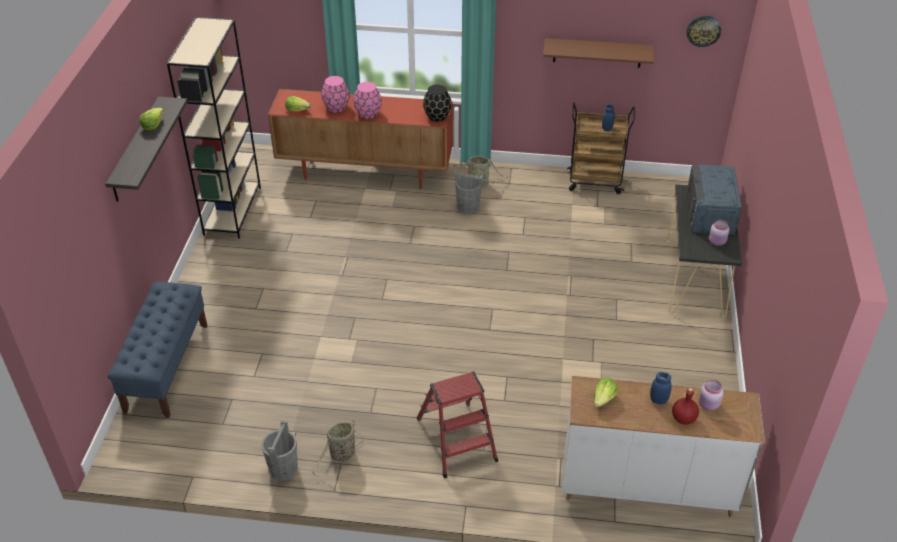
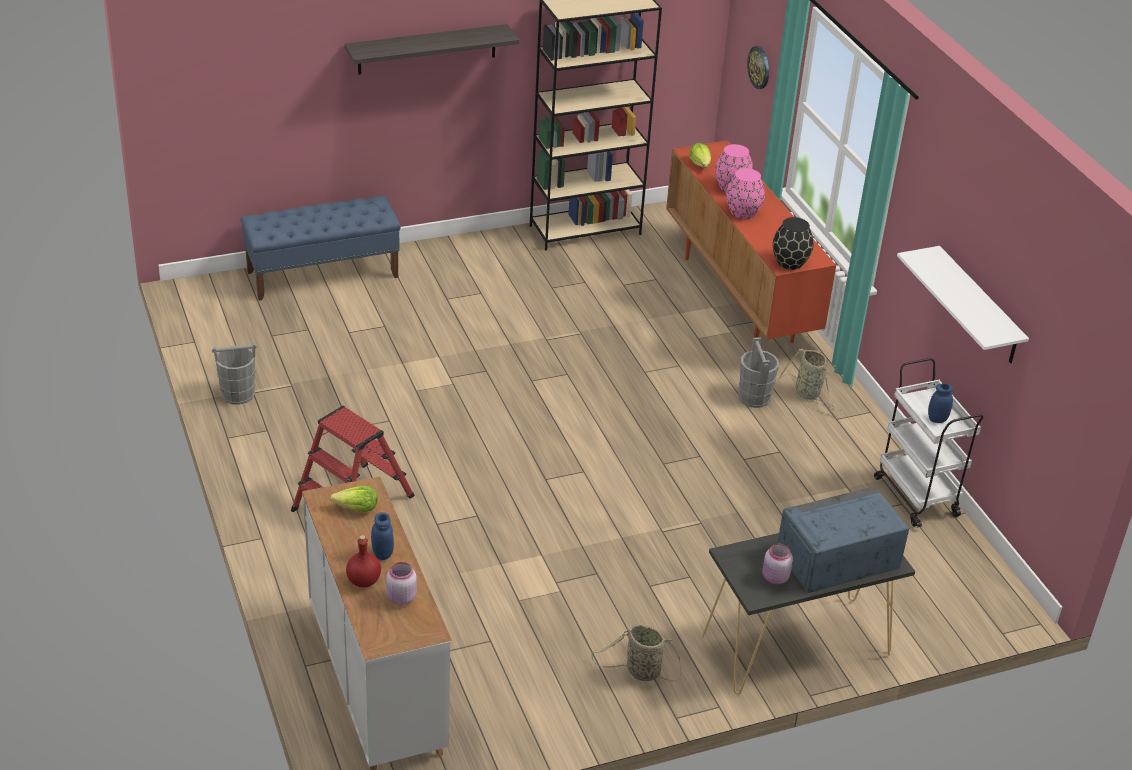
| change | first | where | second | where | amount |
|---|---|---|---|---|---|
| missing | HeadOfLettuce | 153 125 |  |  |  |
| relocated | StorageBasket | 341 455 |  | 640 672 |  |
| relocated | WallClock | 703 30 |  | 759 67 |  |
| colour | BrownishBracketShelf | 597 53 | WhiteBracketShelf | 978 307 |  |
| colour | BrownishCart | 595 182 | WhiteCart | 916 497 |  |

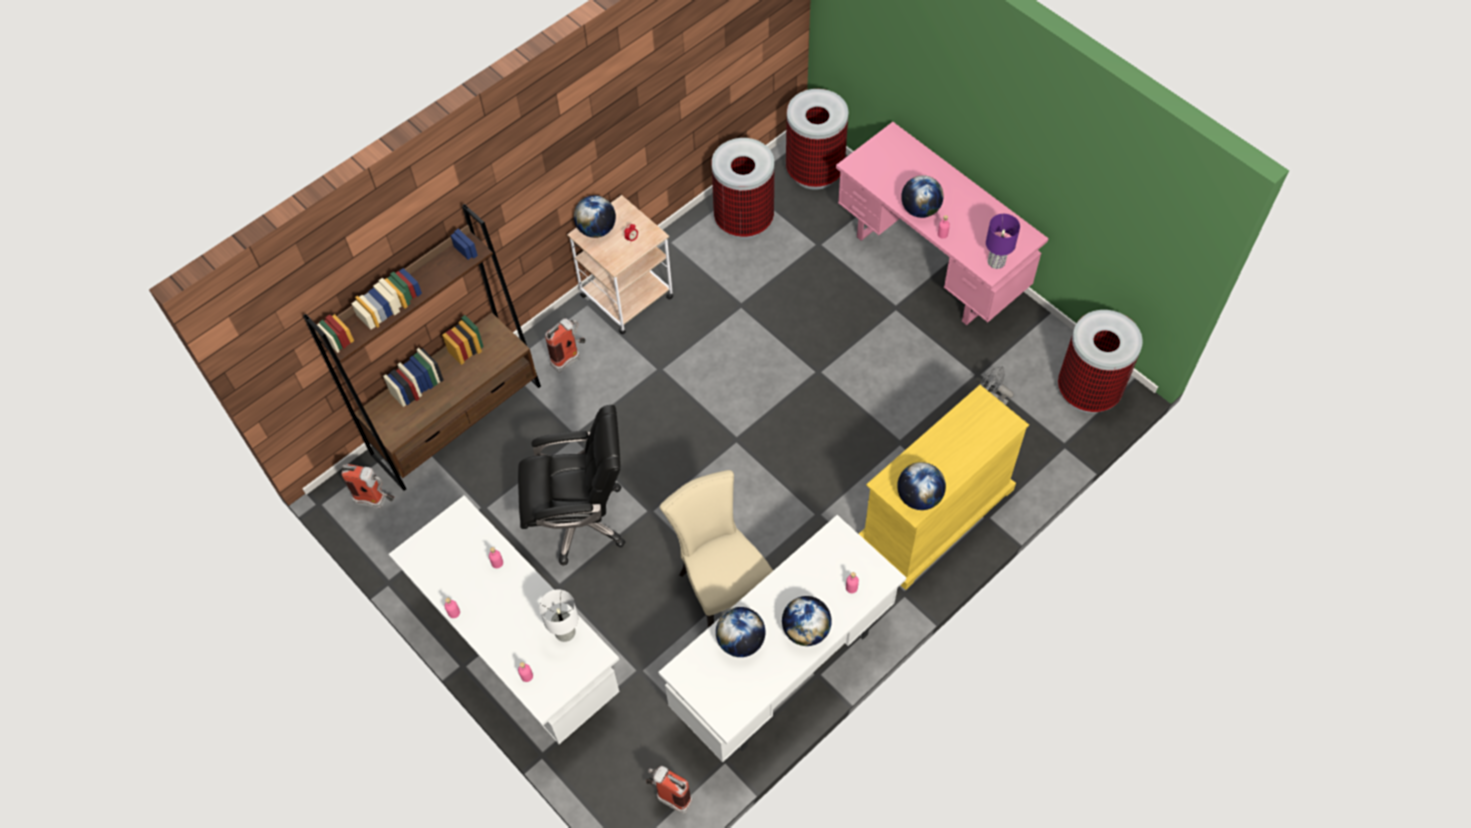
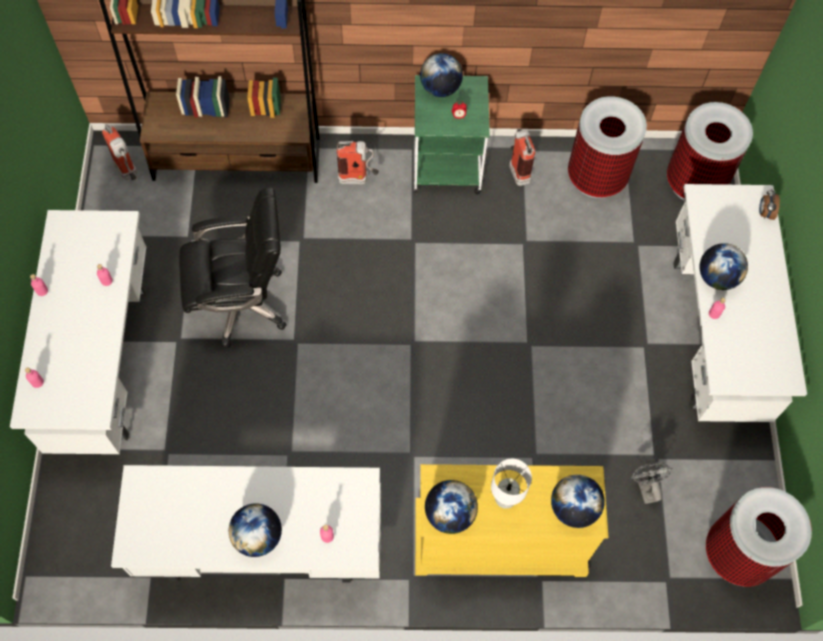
| change | first | where | second | where | amount |
|---|---|---|---|---|---|
| missing | BeigePlainChair | 720 584 |  |  |  |
| missing | PurpleLampForATable | 996 262 |  |  |  |
| appeared |  |  | TableClock | 764 213 |  |
| relocated | WhiteLampForATable | 565 632 |  | 505 498 |  |
| relocated | FireFightingCylinder | 668 796 |  | 517 170 |  |
| relocated | WorldGlobe | 741 641 |  | 573 508 |  |
| colour | BeigeCart | 627 295 | GreenCart | 448 165 |  |
| colour | PinkishDeskUnit | 931 264 | WhiteDeskUnit | 712 334 |  |
| spun | BlackishComputerChair | 579 520 |  | 241 304 | 45 degrees counterclockwise |

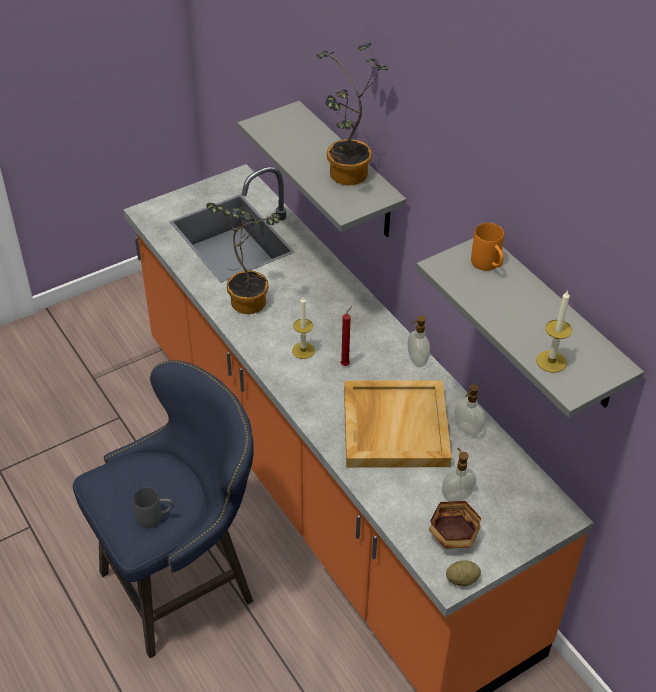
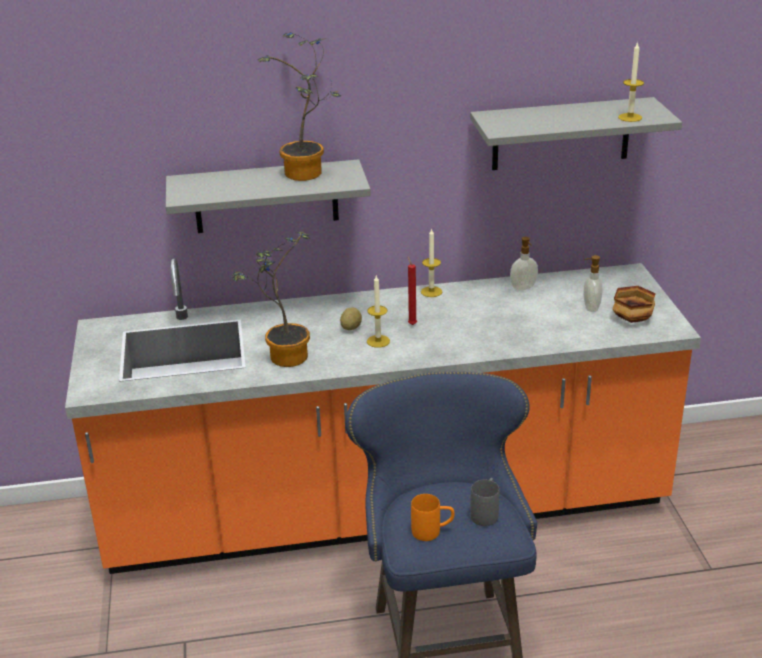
| change | first | where | second | where | amount |
|---|---|---|---|---|---|
| missing | BeigeCarryingTray | 394 426 |  |  |  |
| relocated | Spud | 462 579 |  | 351 328 |  |
| relocated | OrangeCoffeeMug | 488 266 |  | 432 531 |  |
| exchanged | SoapDispenser | 416 360 | Candle | 431 291 |  |

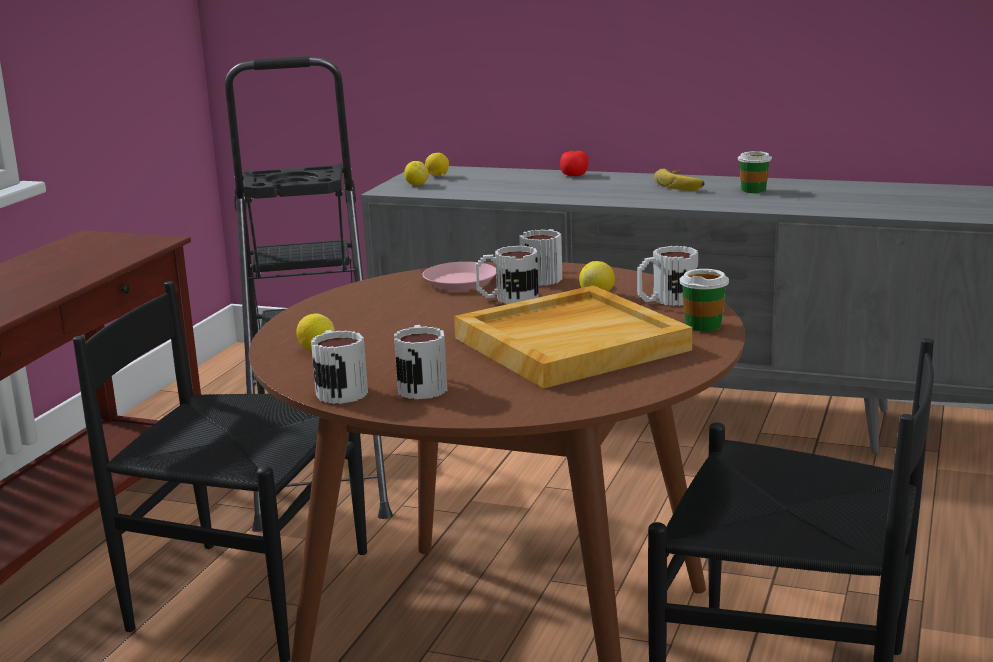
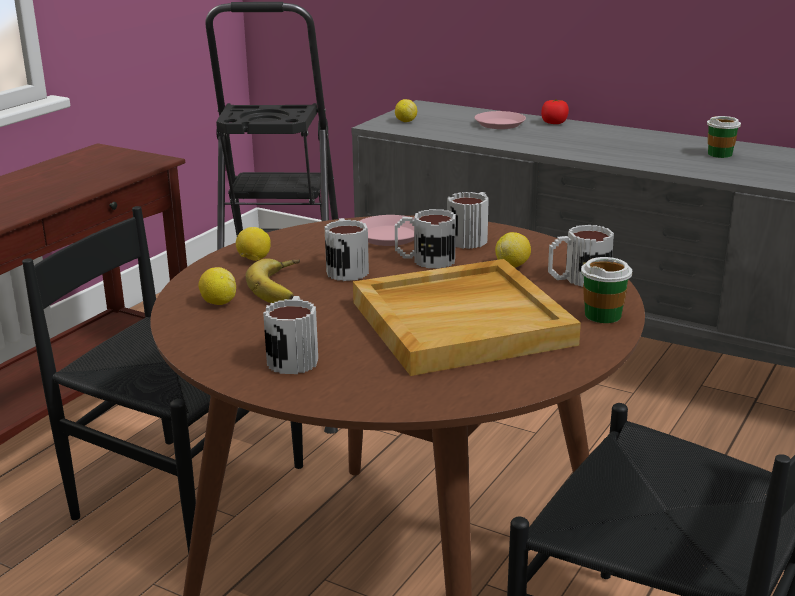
| change | first | where | second | where | amount |
|---|---|---|---|---|---|
| appeared |  |  | PinkishPlate | 500 124 |  |
| relocated | CoffeeMug | 338 389 |  | 346 268 |  |
| relocated | Lemon | 437 176 |  | 254 259 |  |
| relocated | BananaFruit | 683 184 |  | 283 287 |  |

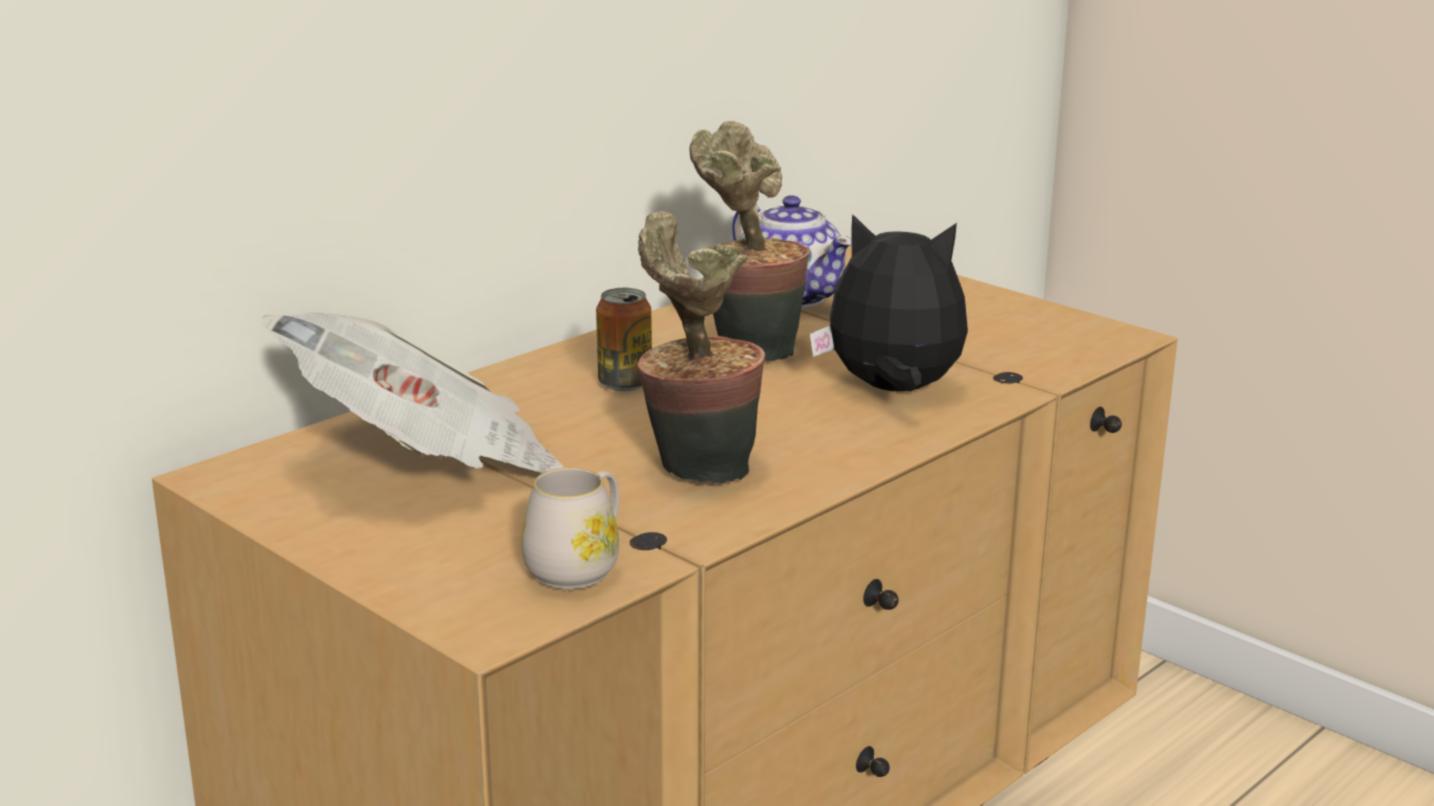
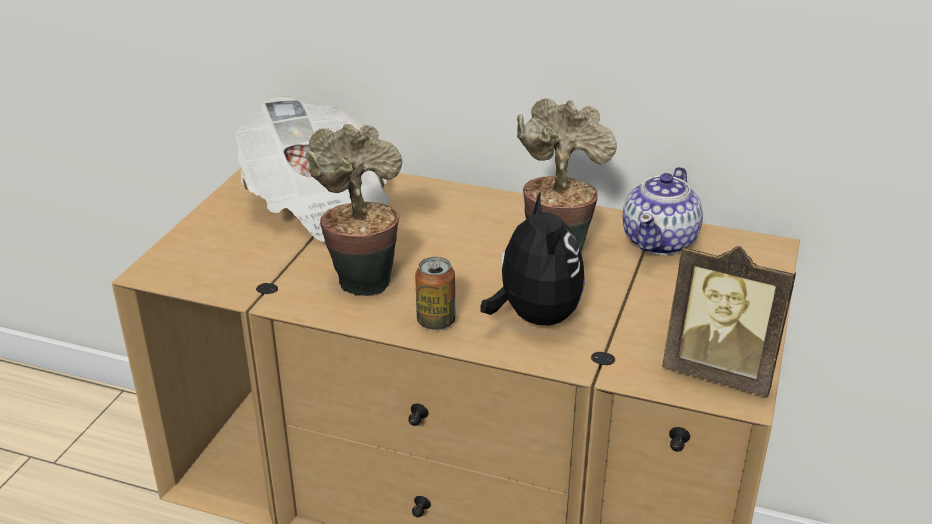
| change | first | where | second | where | amount |
|---|---|---|---|---|---|
| missing | WhiteCoffeeMug | 579 566 |  |  |  |
| appeared |  |  | PictureFrame | 719 372 |  |
| relocated | SealedCan | 625 384 |  | 436 321 |  |

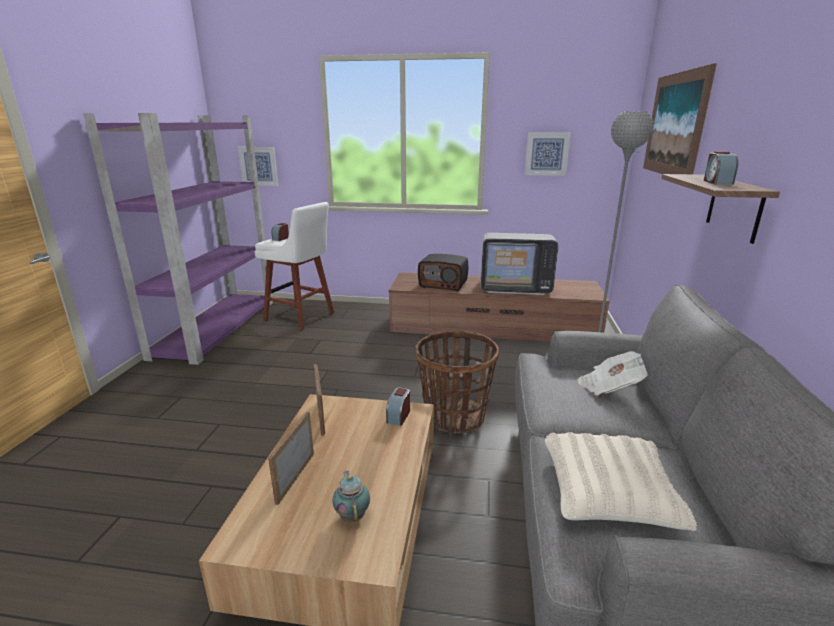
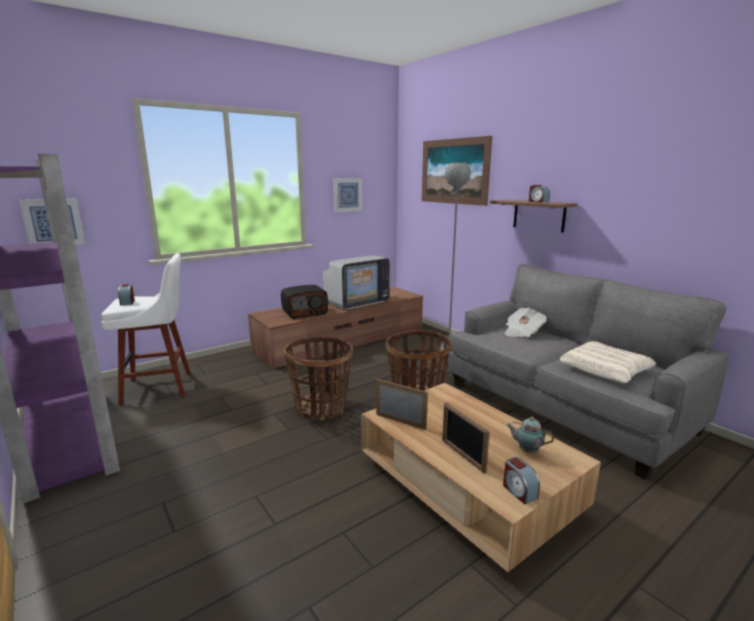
| change | first | where | second | where | amount |
|---|---|---|---|---|---|
| appeared |  |  | StorageBasket | 321 408 |  |
| relocated | TableClock | 398 416 |  | 519 491 |  |

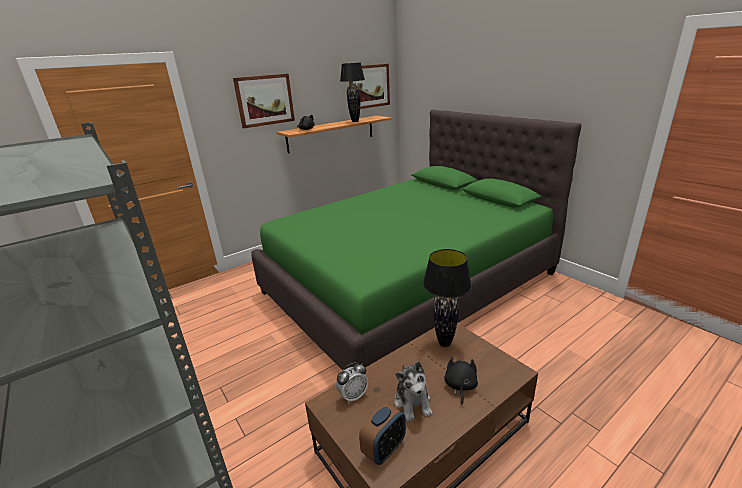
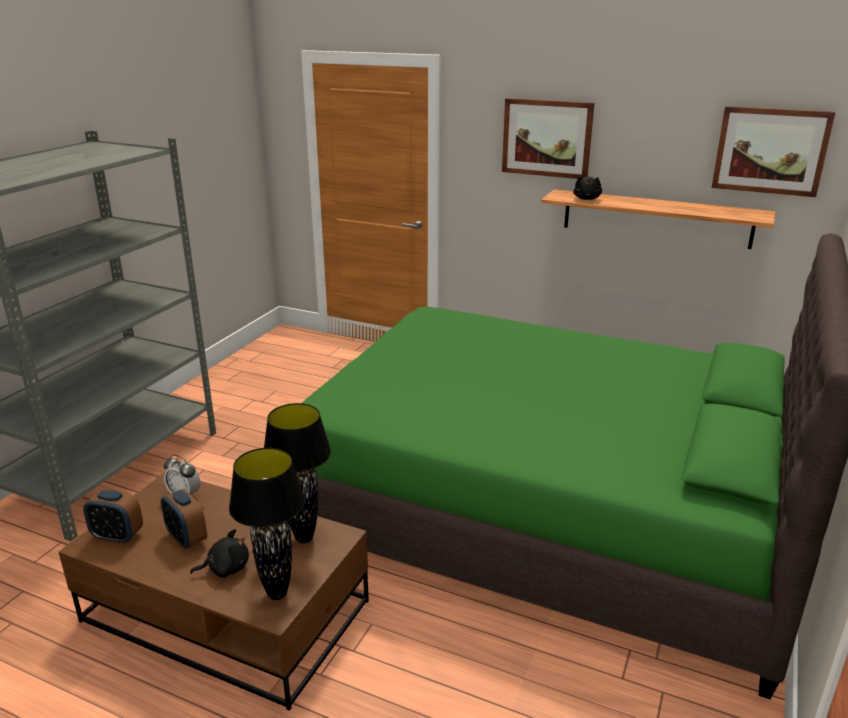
| change | first | where | second | where | amount |
|---|---|---|---|---|---|
| relocated | BlackishLampForATable | 355 121 |  | 277 593 |  |
| exchanged | SoftToy | 413 402 | TableClock | 187 538 |  |

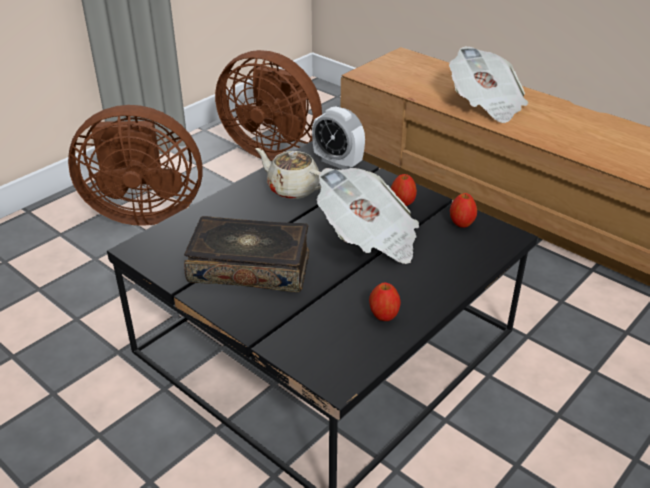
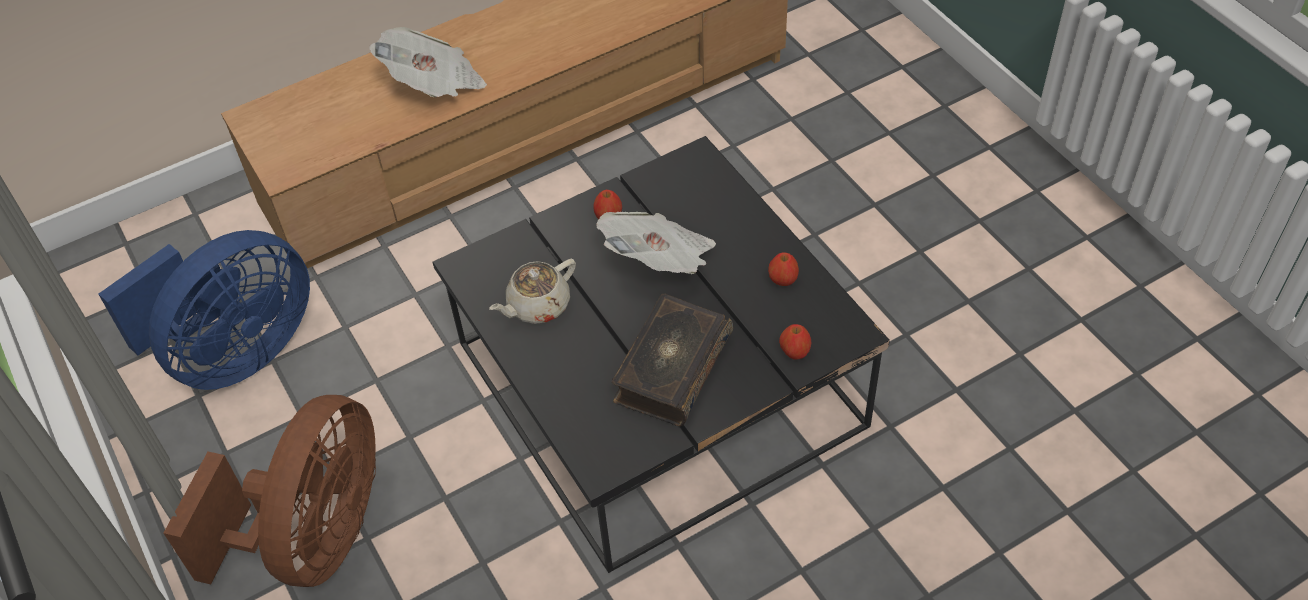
| change | first | where | second | where | amount |
|---|---|---|---|---|---|
| missing | TableClock | 338 162 |  |  |  |
| relocated | Apple | 461 223 |  | 794 352 |  |
| colour | BrownishCoolingFan | 273 150 | BluishCoolingFan | 236 353 |  |

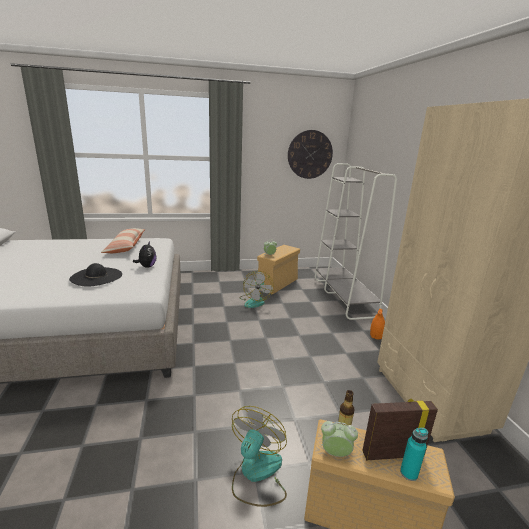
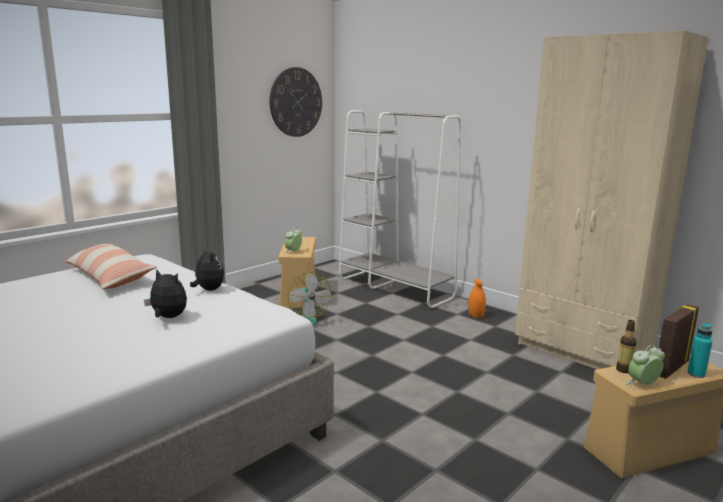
| change | first | where | second | where | amount |
|---|---|---|---|---|---|
| missing | CoolingFan | 256 474 |  |  |  |
| exchanged | BlackishClothingHat | 96 276 | SoftToy | 168 317 |  |

